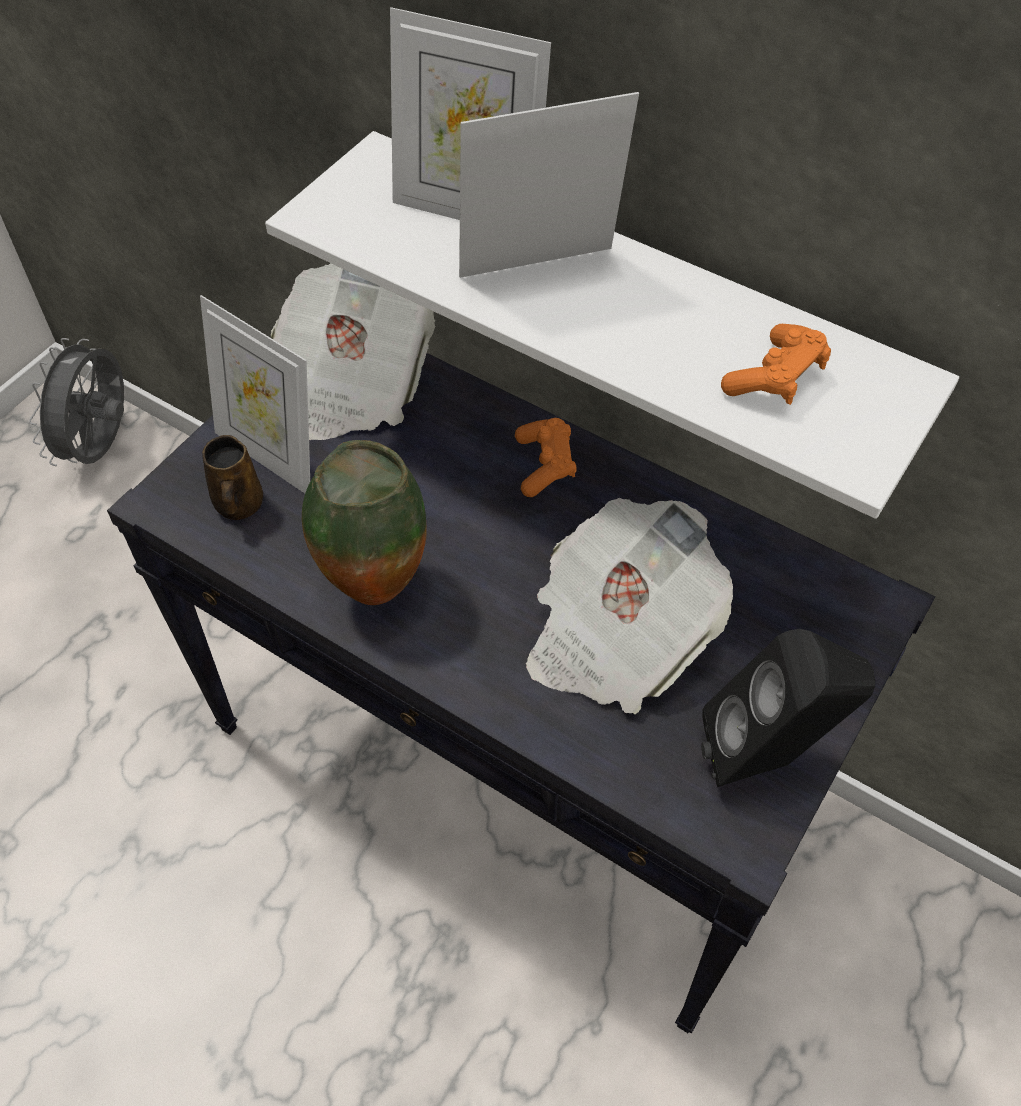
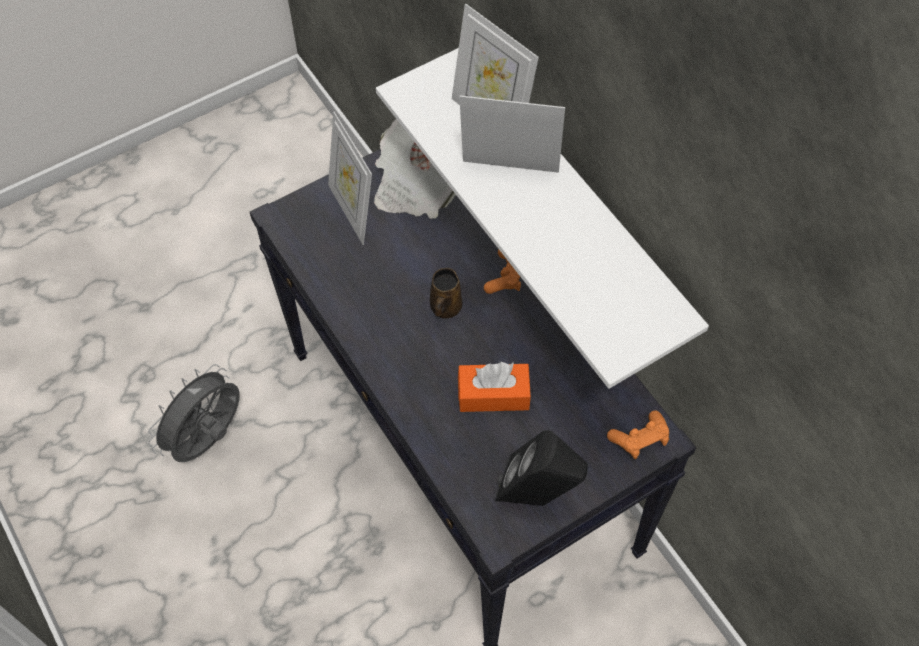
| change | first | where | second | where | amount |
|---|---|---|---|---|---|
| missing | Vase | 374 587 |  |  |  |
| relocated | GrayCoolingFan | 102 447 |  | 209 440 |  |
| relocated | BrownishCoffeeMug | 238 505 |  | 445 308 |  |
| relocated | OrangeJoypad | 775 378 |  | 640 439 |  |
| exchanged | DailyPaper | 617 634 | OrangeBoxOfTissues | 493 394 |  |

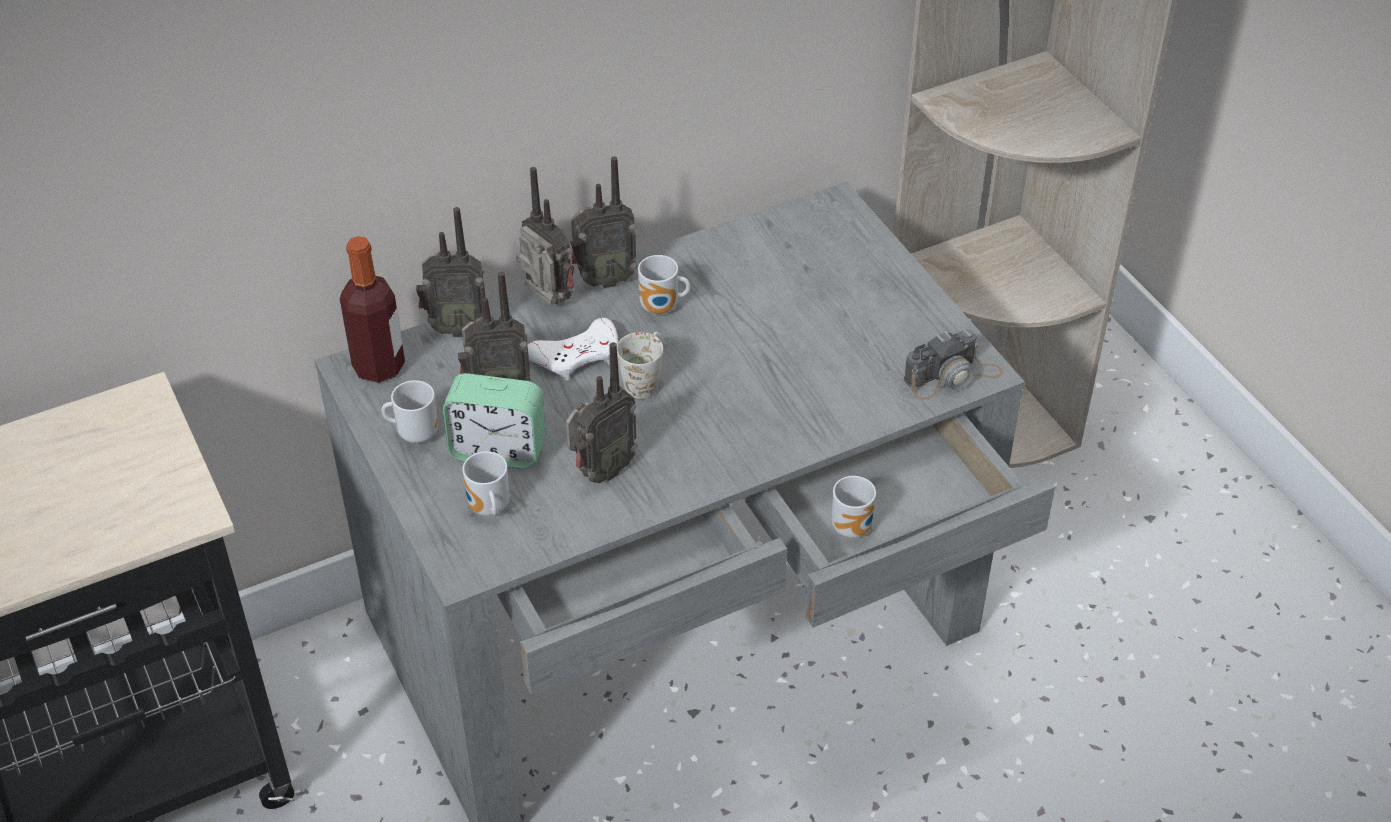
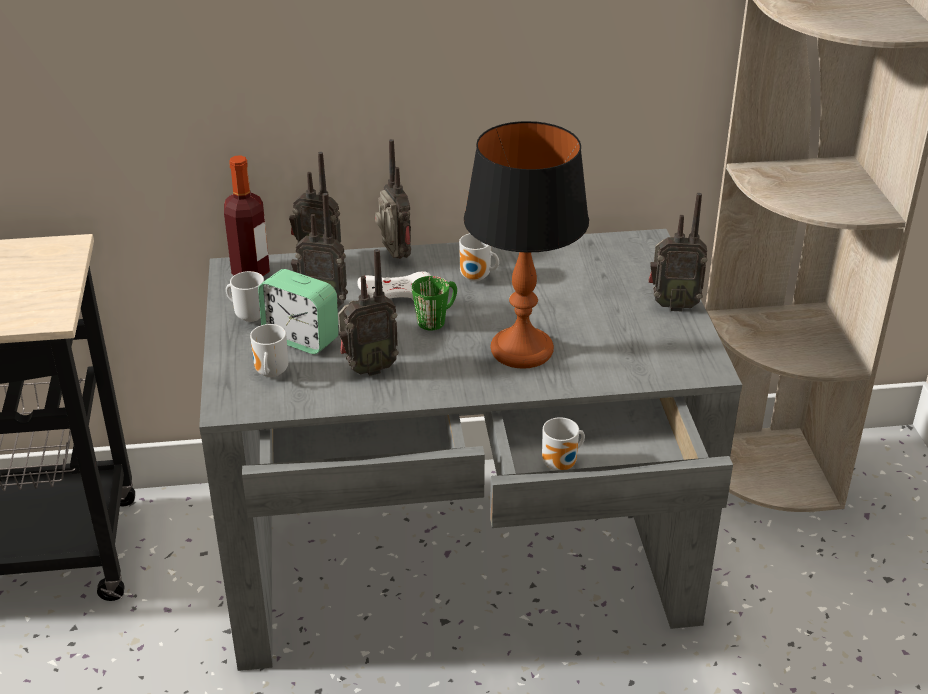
| change | first | where | second | where | amount |
|---|---|---|---|---|---|
| missing | PhotoCamera | 953 376 |  |  |  |
| appeared |  |  | LampForATable | 522 350 |  |
| relocated | Radio | 603 279 |  | 672 305 |  |
| colour | WhiteCoffeeMug | 645 379 | GreenCoffeeMug | 437 319 |  |

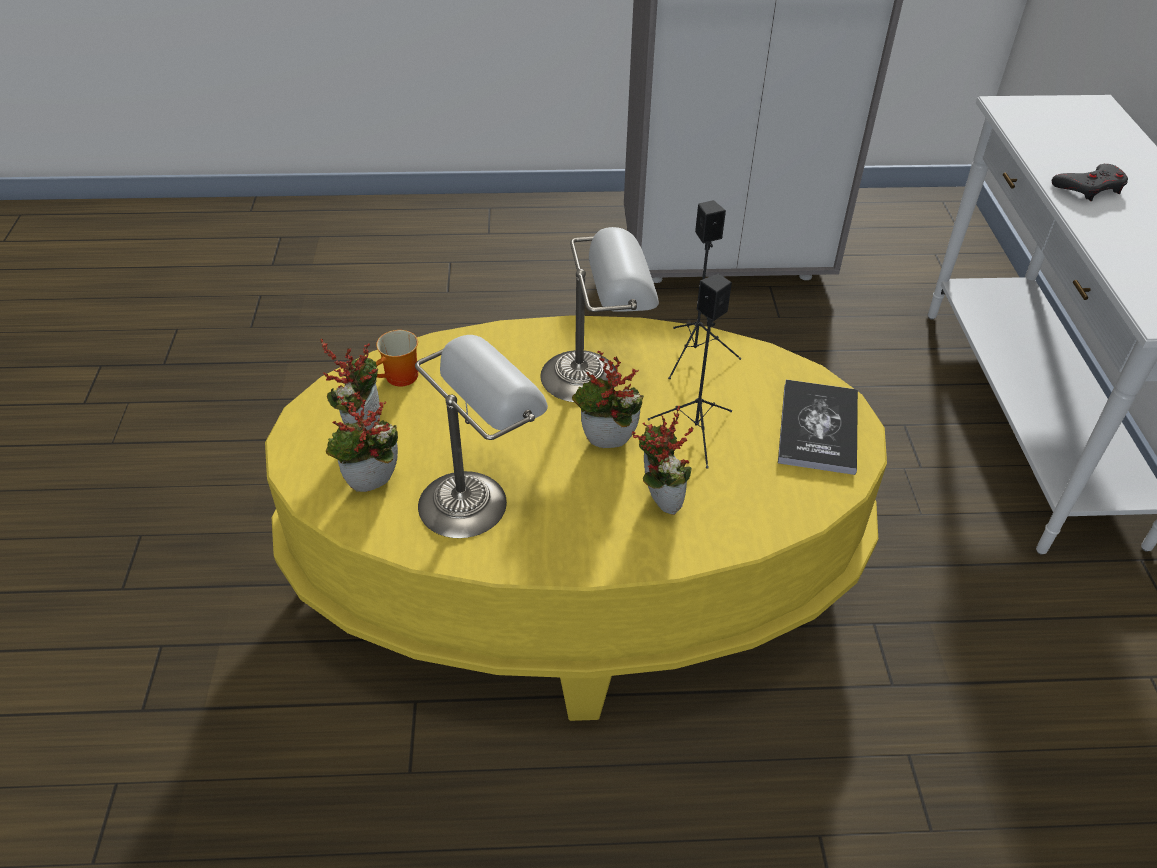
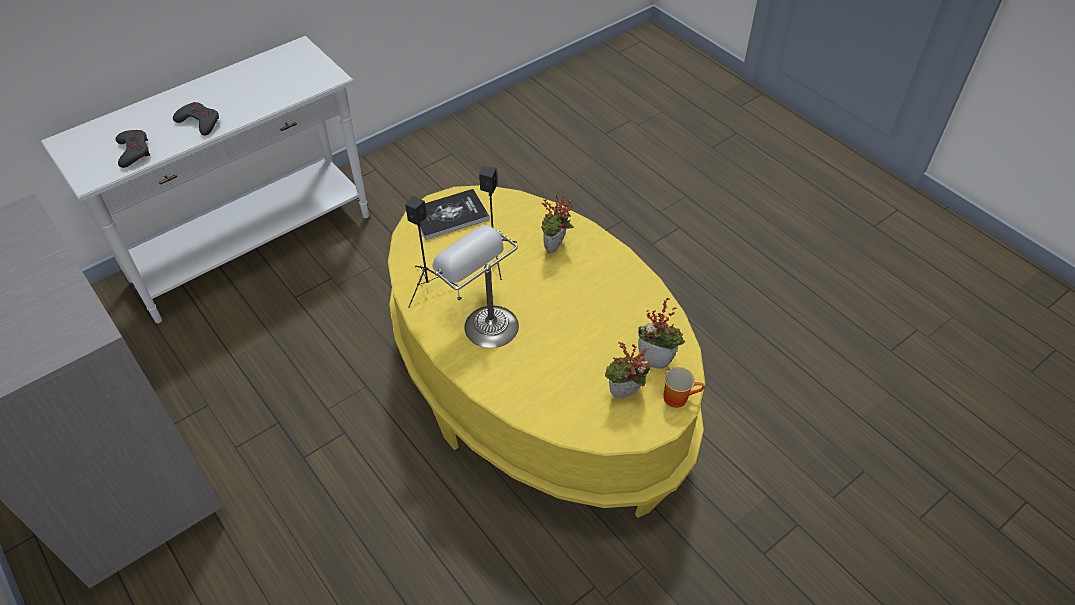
| change | first | where | second | where | amount |
|---|---|---|---|---|---|
| missing | WhiteLampForATable | 477 493 |  |  |  |
| missing | PlantInAPot | 606 446 |  |  |  |
| appeared |  |  | GrayJoypad | 134 151 |  |
| relocated | CoffeeMug | 400 379 |  | 678 396 |  |

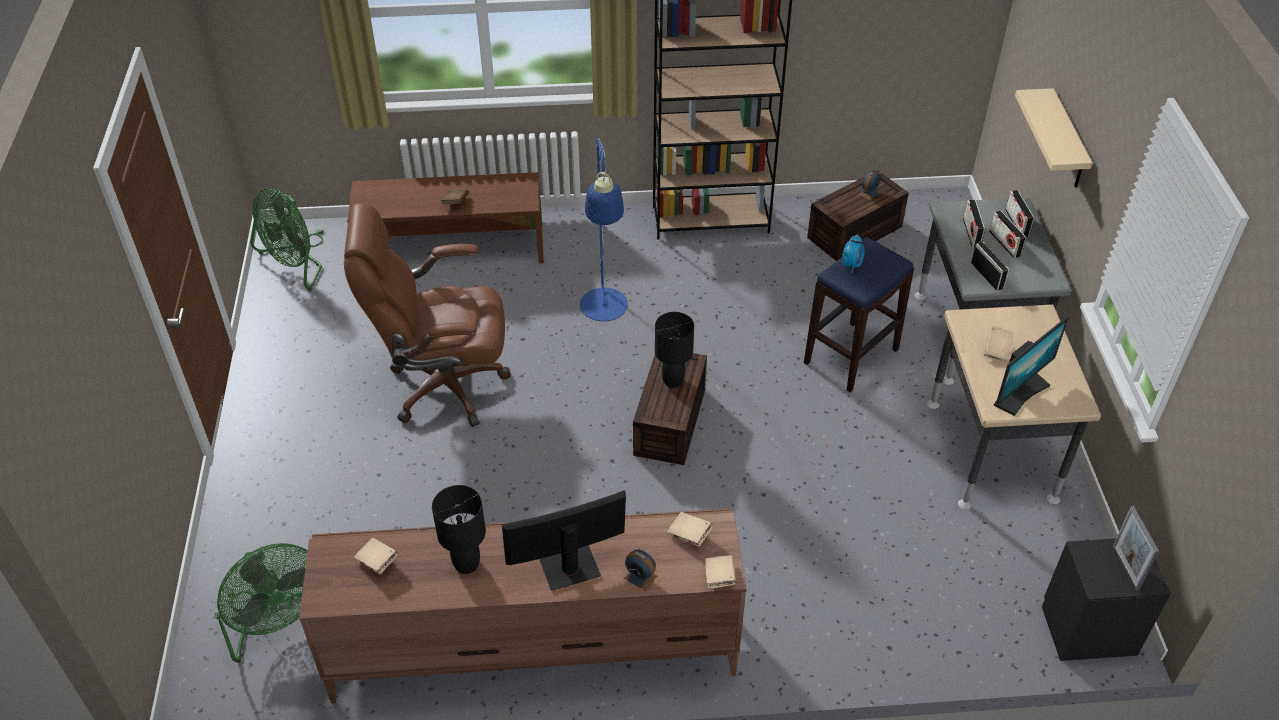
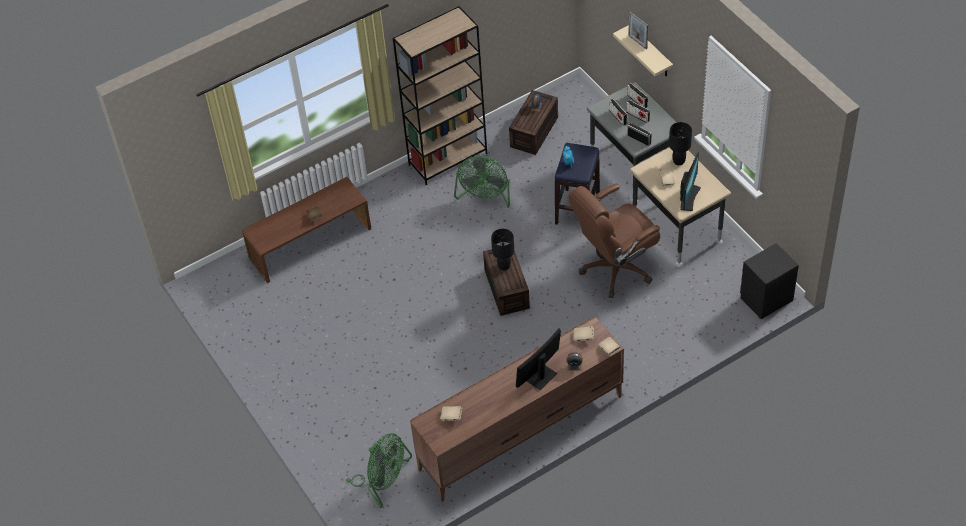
| change | first | where | second | where | amount |
|---|---|---|---|---|---|
| missing | BluishFloorLamp | 605 313 |  |  |  |
| relocated | GreenCoolingFan | 296 261 |  | 483 194 |  |
| relocated | BrownishComputerChair | 444 387 |  | 615 270 |  |
| relocated | BlackishLampForATable | 467 564 |  | 678 161 |  |
| relocated | PictureFrame | 1125 567 |  | 637 42 |  |

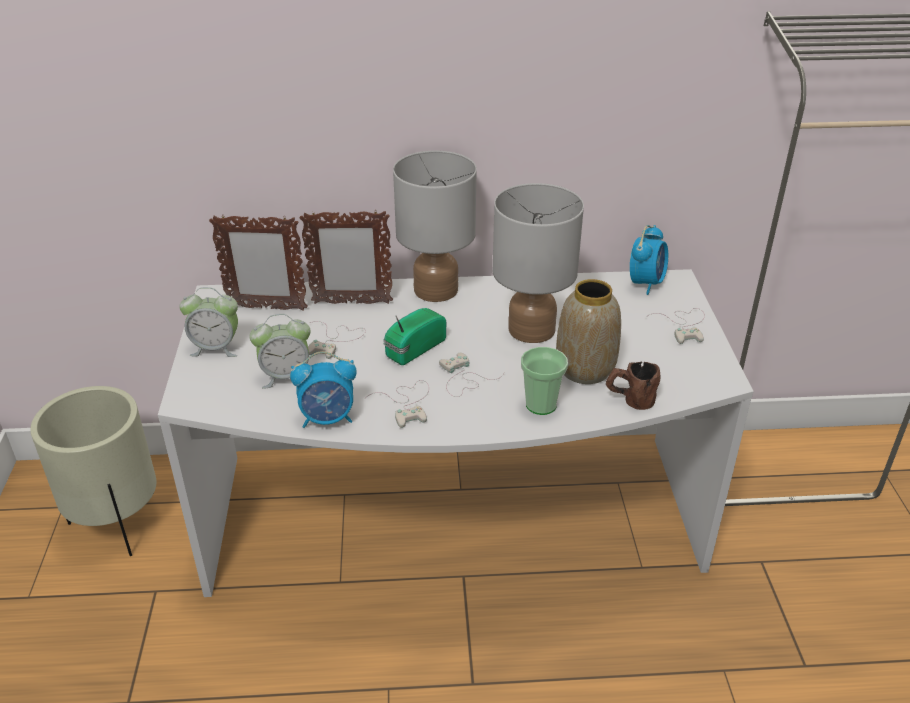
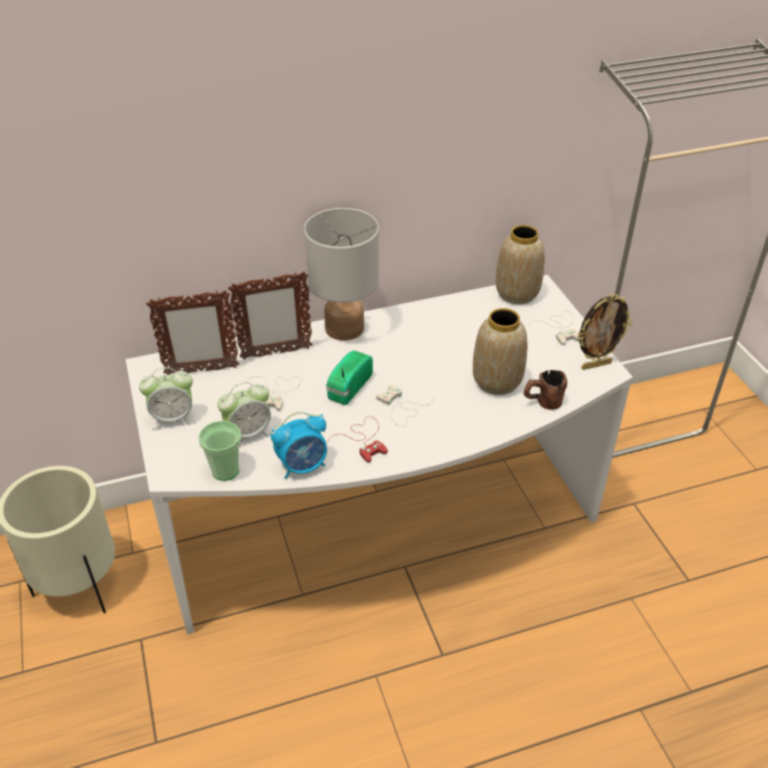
| change | first | where | second | where | amount |
|---|---|---|---|---|---|
| missing | GrayLampForATable | 532 330 |  |  |  |
| appeared |  |  | PictureFrame | 595 365 |  |
| relocated | DrinkingCup | 541 405 |  | 225 470 |  |
| exchanged | TableClock | 646 283 | Vase | 516 293 |  |
| colour | WhiteJoypad | 407 403 | RedColouredJoypad | 364 439 |  |

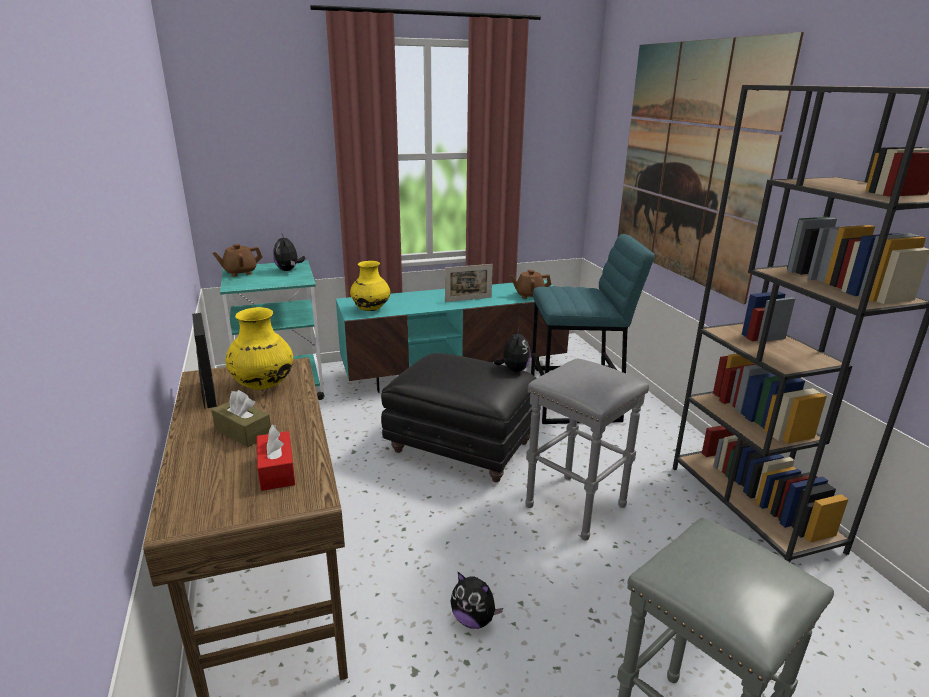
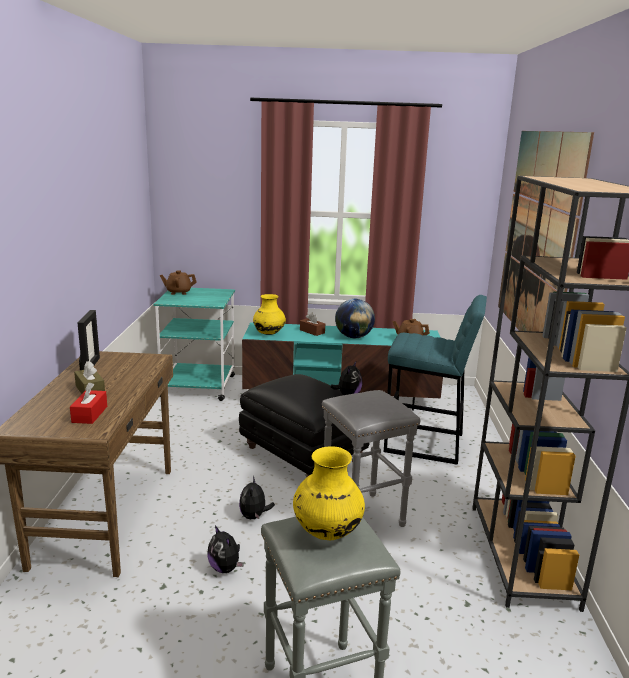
| change | first | where | second | where | amount |
|---|---|---|---|---|---|
| appeared |  |  | BrownishBoxOfTissues | 312 331 |  |
| relocated | YellowishVase | 263 385 |  | 327 531 |  |
| relocated | SoftToy | 288 270 |  | 254 516 |  |
| exchanged | PictureFrame | 468 299 | WorldGlobe | 353 337 |  |

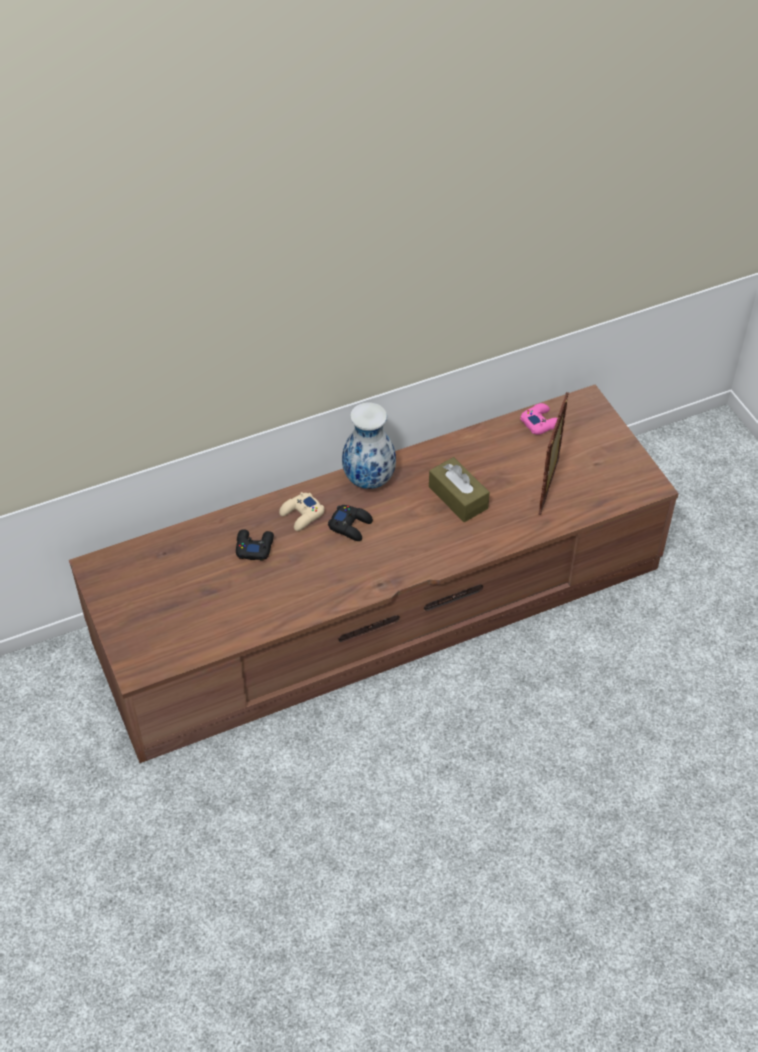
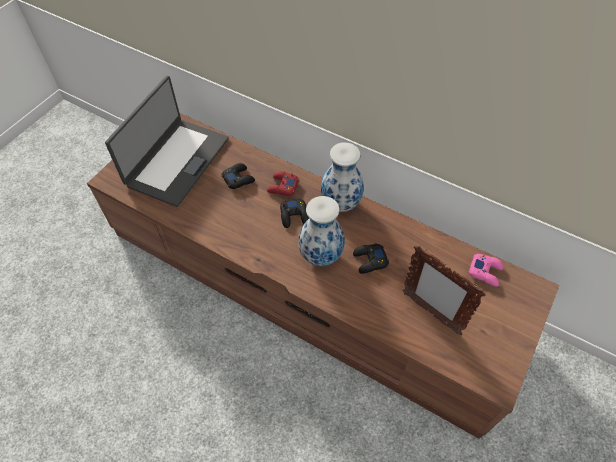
| change | first | where | second | where | amount |
|---|---|---|---|---|---|
| appeared |  |  | NotebookComputer | 177 161 |  |
| appeared |  |  | Vase | 321 256 |  |
| exchanged | BrownishBoxOfTissues | 458 497 | BlackishJoypad | 370 261 |  |
| colour | BeigeJoypad | 302 515 | RedColouredJoypad | 282 186 |  |
| spun | PictureFrame | 549 487 |  | 430 312 | 120 degrees counterclockwise |

